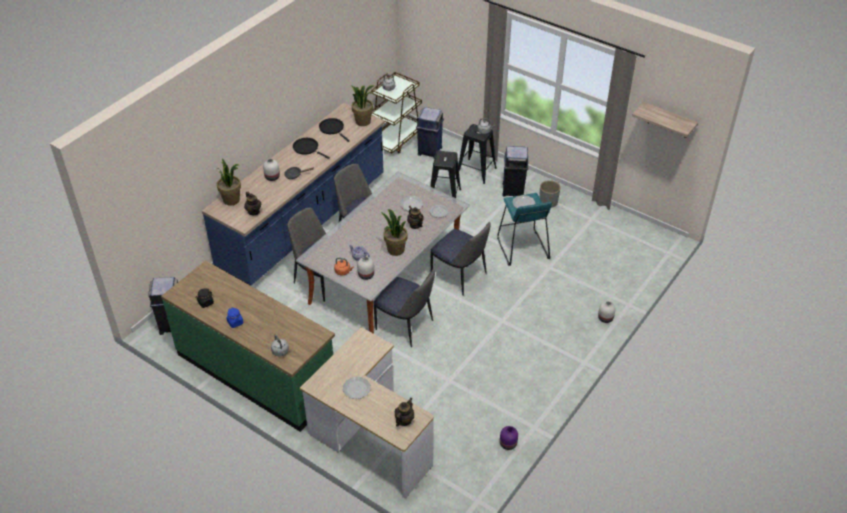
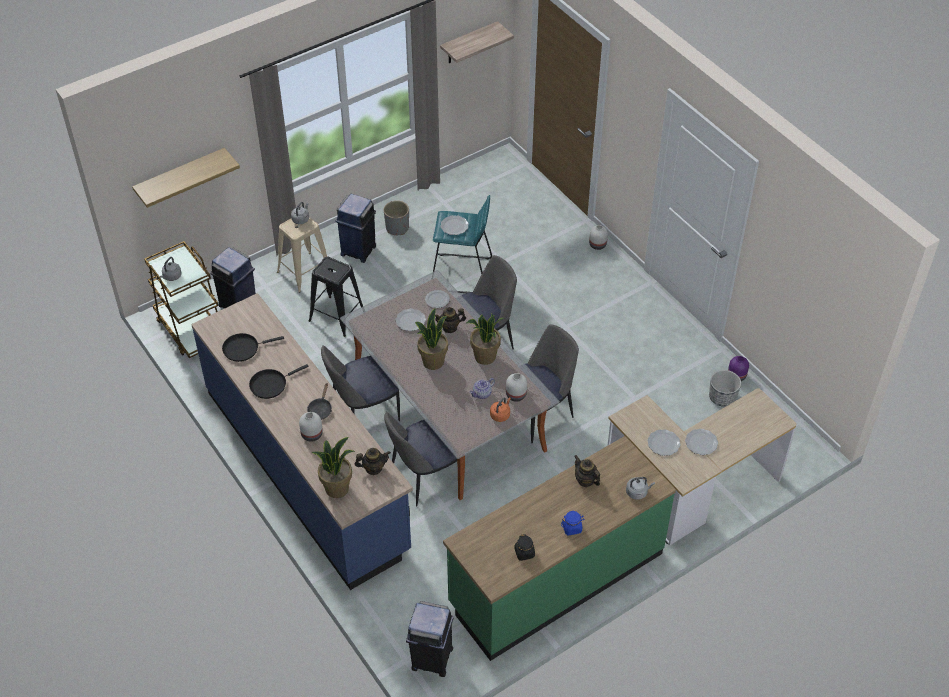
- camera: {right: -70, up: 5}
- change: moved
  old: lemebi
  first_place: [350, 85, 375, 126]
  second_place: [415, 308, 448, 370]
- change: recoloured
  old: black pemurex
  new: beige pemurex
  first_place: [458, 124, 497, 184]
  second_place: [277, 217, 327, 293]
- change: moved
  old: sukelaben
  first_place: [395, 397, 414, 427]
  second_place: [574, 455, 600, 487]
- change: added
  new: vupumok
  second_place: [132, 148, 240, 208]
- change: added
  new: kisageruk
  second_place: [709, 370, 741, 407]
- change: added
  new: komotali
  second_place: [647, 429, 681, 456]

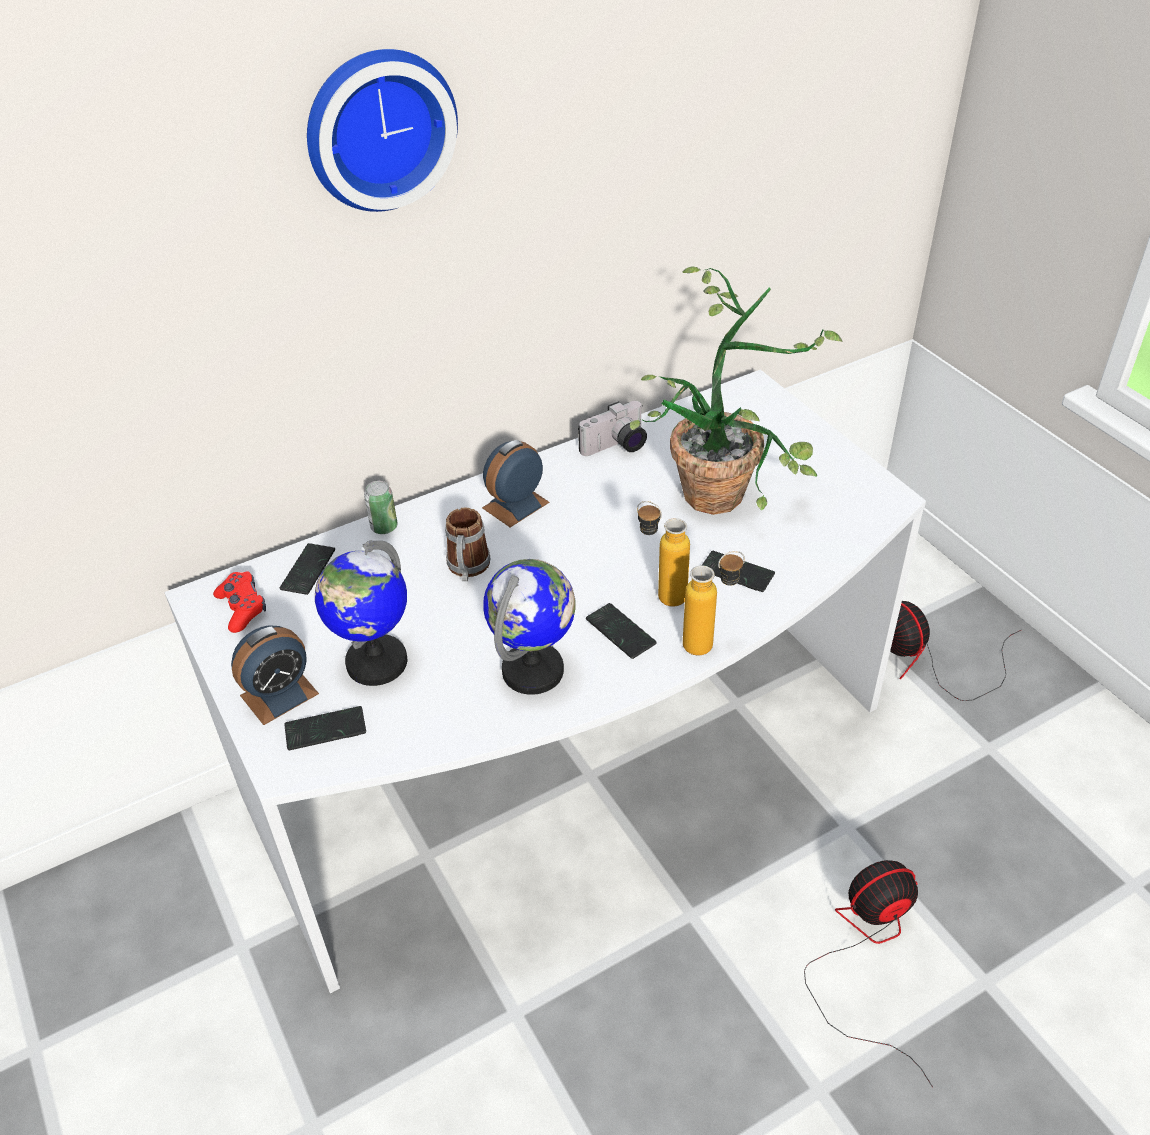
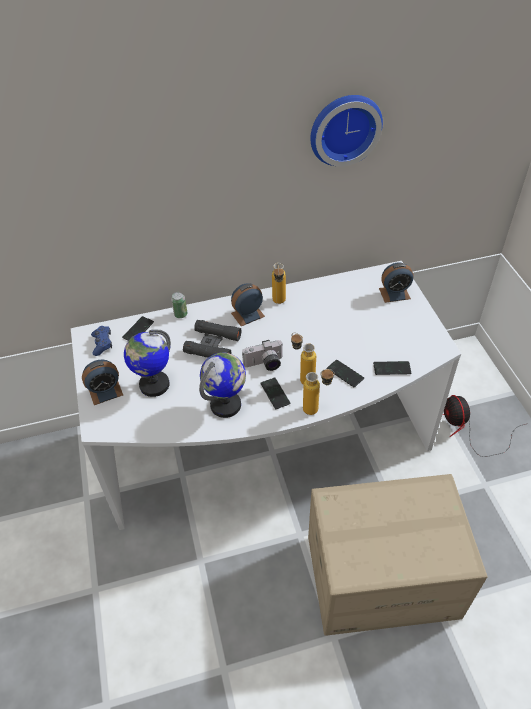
- camera: {right: 15, up: 5}
- change: moved
  old: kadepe
  first_place: [307, 49, 458, 212]
  second_place: [311, 95, 383, 167]
- change: removed
  old: lemebi
  first_place: [630, 266, 843, 515]
- change: moved
  old: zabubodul
  first_place: [578, 401, 647, 456]
  second_place: [242, 340, 284, 371]
- change: replaced
  old: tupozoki
  new: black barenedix
  first_place: [445, 508, 491, 581]
  second_place: [183, 320, 242, 358]
- change: recoloured
  old: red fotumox
  new: blue fotumox
  first_place: [213, 571, 266, 633]
  second_place: [91, 326, 112, 356]
- change: moved
  old: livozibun
  first_place: [284, 706, 366, 750]
  second_place: [373, 361, 411, 375]
- change: replaced
  old: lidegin
  new: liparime
  first_place: [804, 860, 933, 1087]
  second_place: [308, 474, 487, 636]
- change: added
  new: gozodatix
  second_place: [272, 263, 286, 304]
- change: added
  new: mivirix
  second_place: [379, 263, 414, 303]

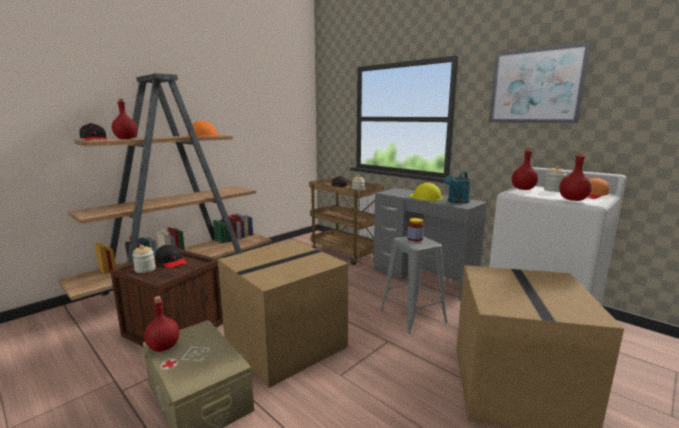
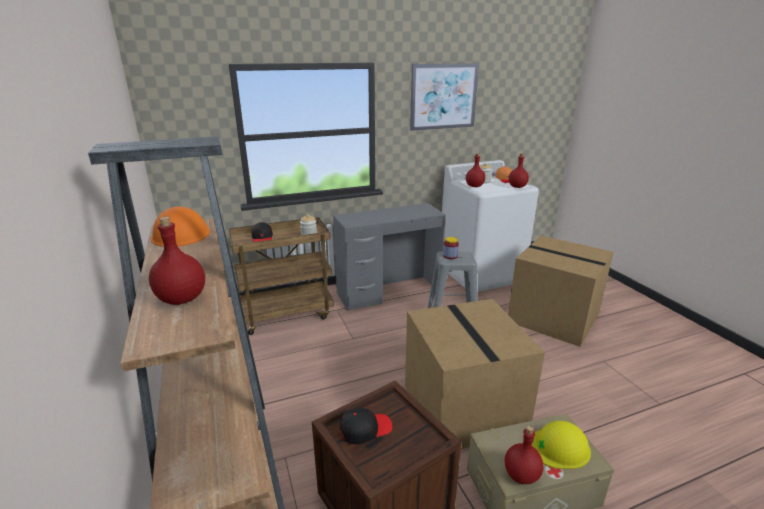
- camera: {right: -65, up: 10}
- change: removed
  old: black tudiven
  first_place: [79, 123, 107, 141]
- change: removed
  old: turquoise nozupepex
  first_place: [444, 172, 471, 204]
- change: moved
  old: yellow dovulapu
  first_place: [410, 183, 443, 201]
  second_place: [532, 421, 591, 469]
- change: removed
  old: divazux
  first_place: [132, 245, 156, 273]

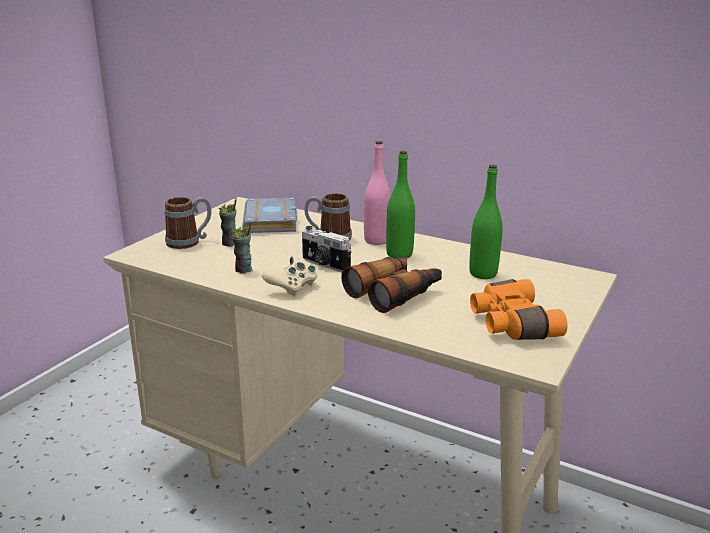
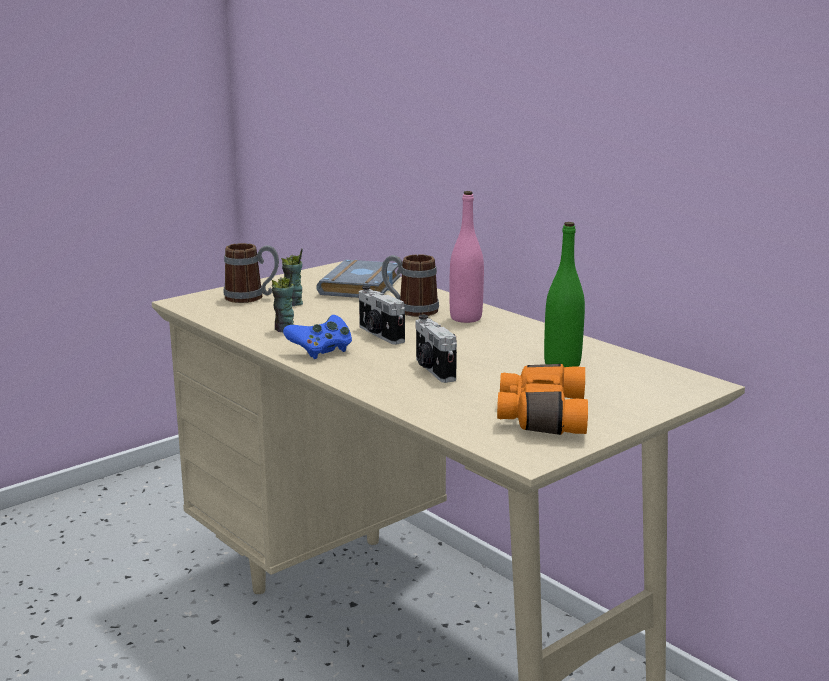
- camera: {right: 20, up: -5}
- change: removed
  old: green gozodatix
  first_place: [386, 151, 415, 259]
- change: recoloured
  old: beige fotumox
  new: blue fotumox
  first_place: [262, 255, 317, 297]
  second_place: [283, 315, 352, 359]
- change: replaced
  old: barenedix
  new: zabubodul
  first_place: [341, 255, 442, 313]
  second_place: [416, 315, 457, 383]

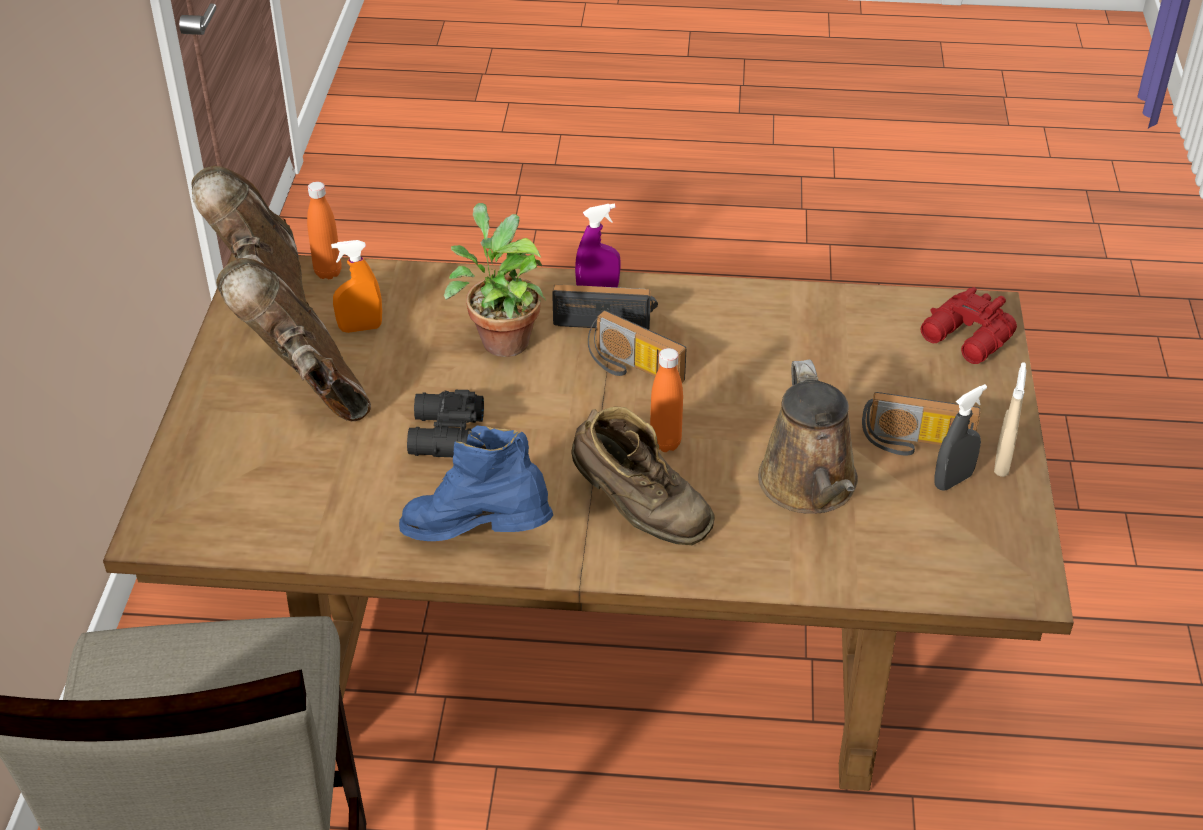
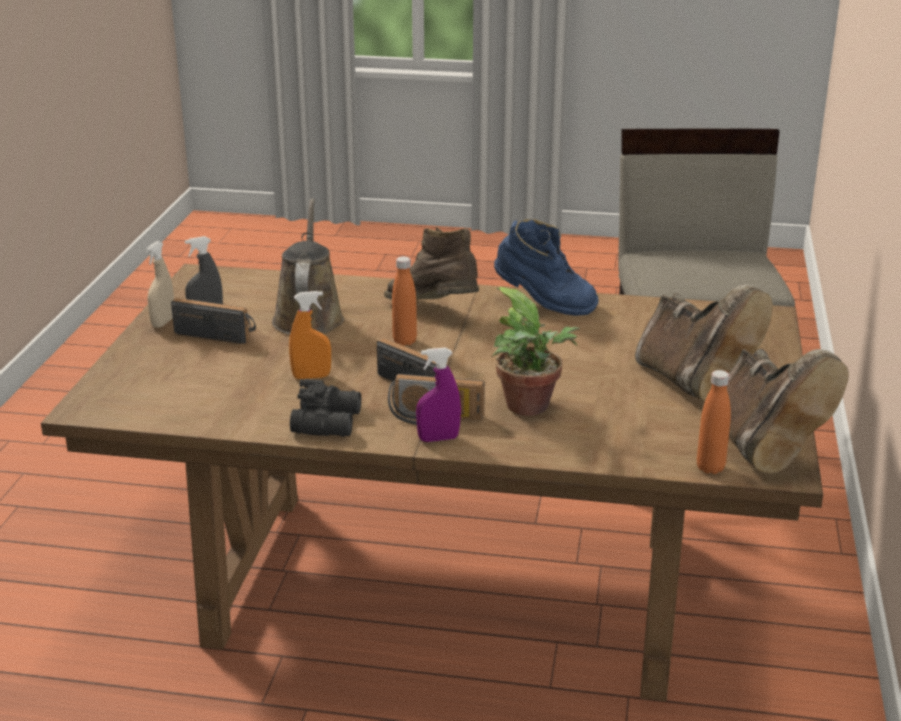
- camera: {right: -175, up: -15}
- change: moved
  old: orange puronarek
  first_place: [331, 240, 382, 333]
  second_place: [289, 291, 331, 379]
- change: removed
  old: red barenedix
  first_place: [921, 287, 1017, 364]
- change: moved
  old: black barenedix
  first_place: [407, 390, 484, 457]
  second_place: [290, 379, 361, 437]

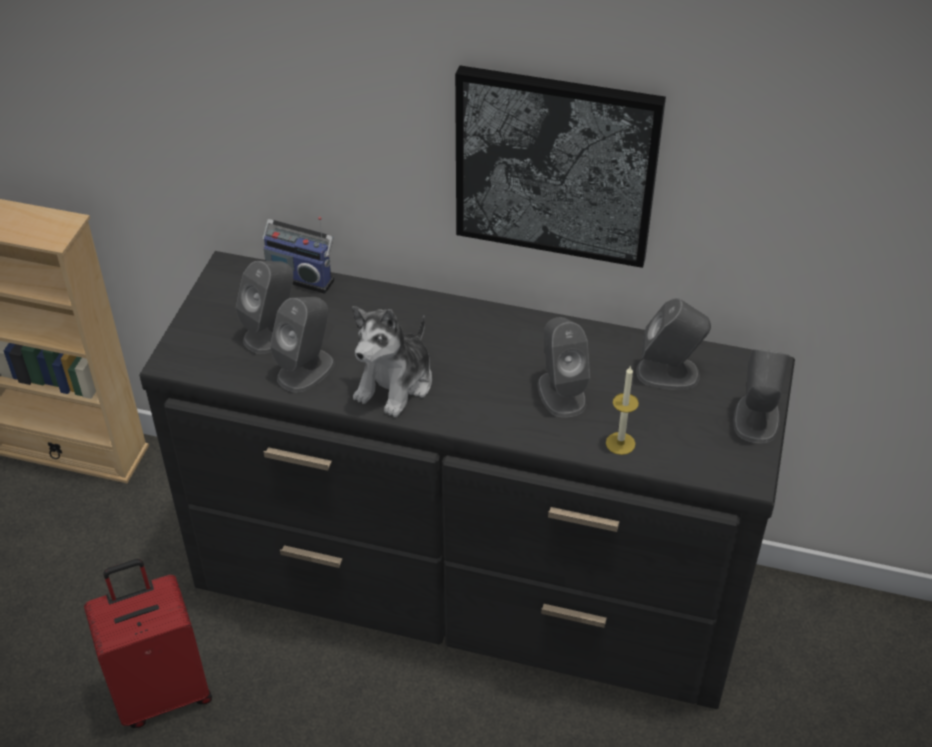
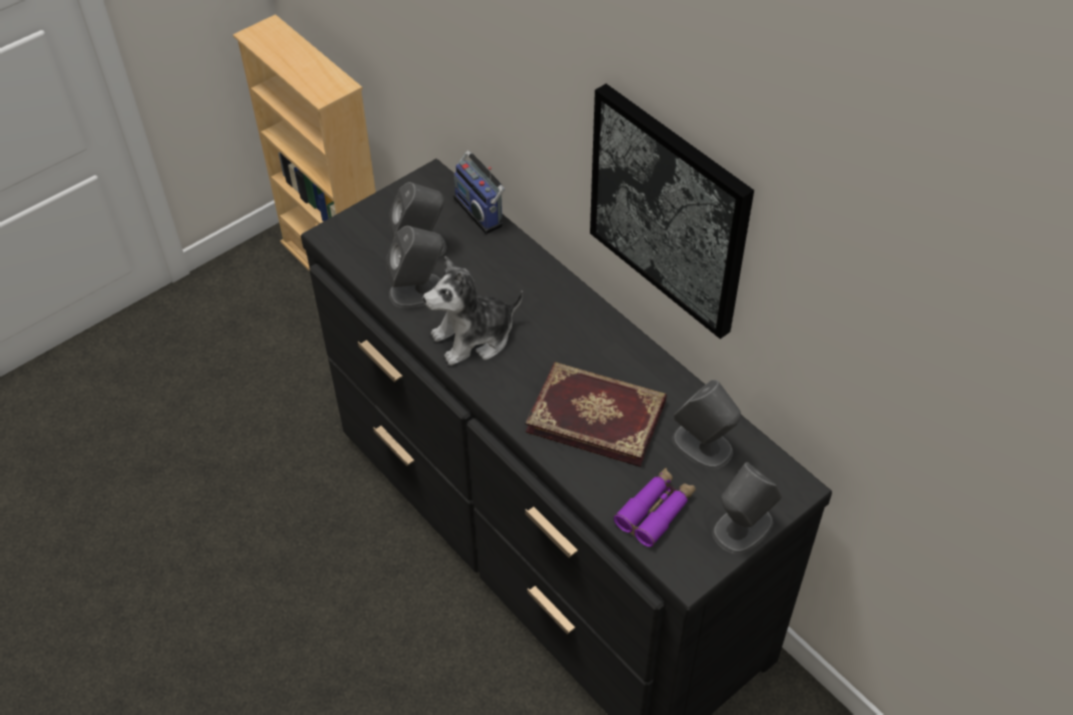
- camera: {right: 35, up: 5}
- change: replaced
  old: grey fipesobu
  new: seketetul
  first_place: [538, 317, 590, 418]
  second_place: [525, 362, 667, 467]
- change: removed
  old: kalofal
  first_place: [606, 367, 639, 455]
- change: removed
  old: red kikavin
  first_place: [84, 559, 212, 728]
- change: added
  new: purple barenedix
  second_place: [614, 468, 696, 547]

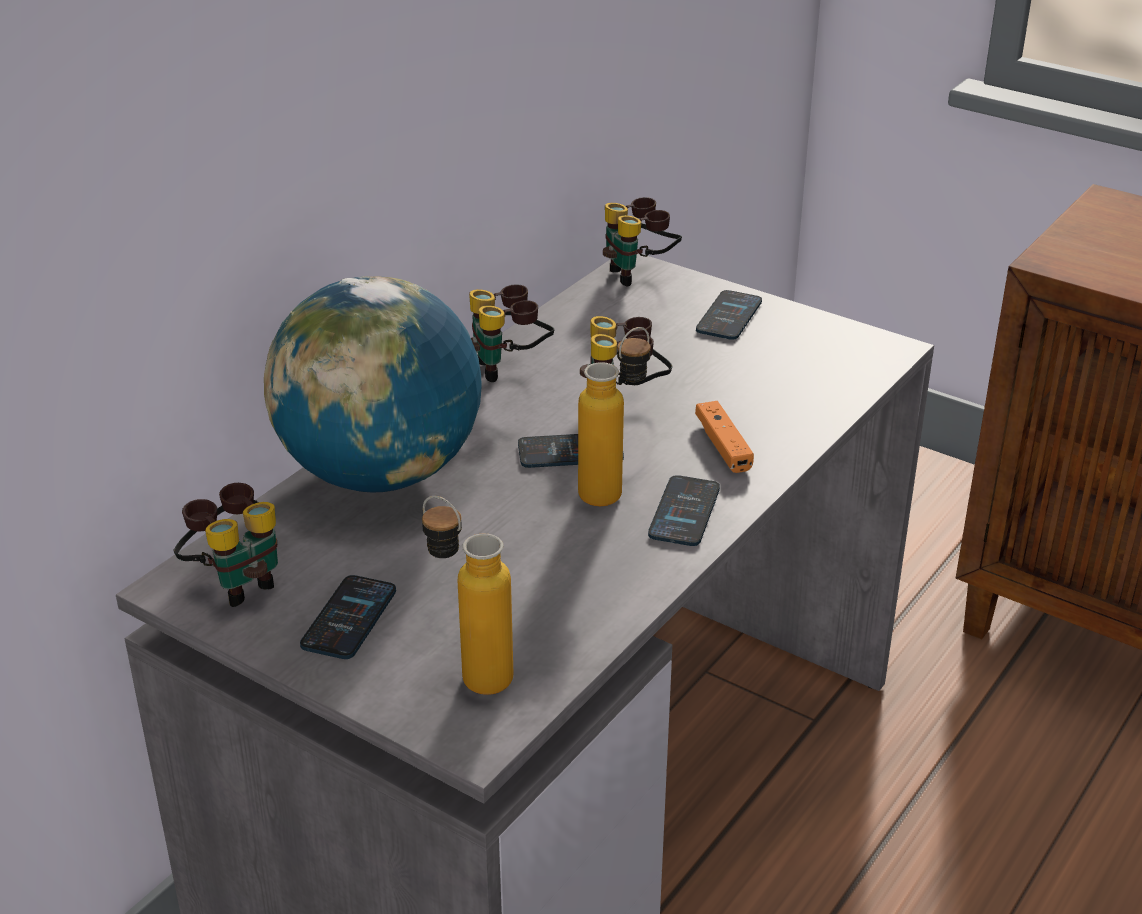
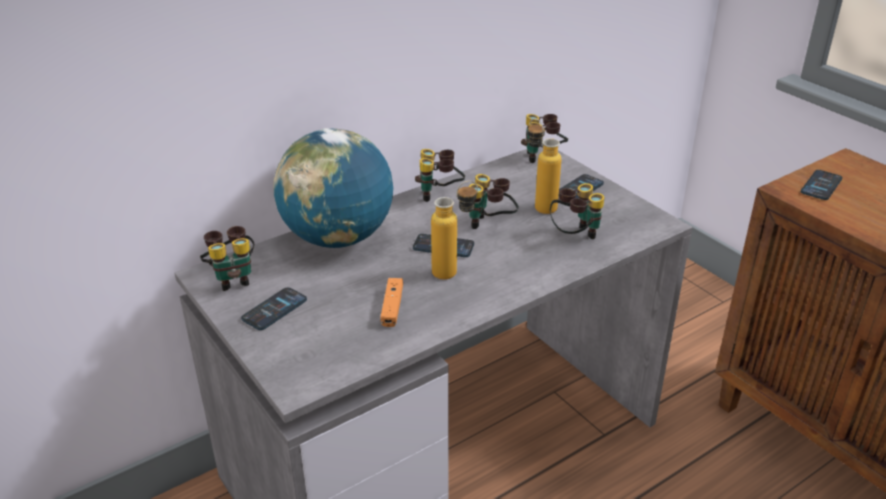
- camera: {right: 20, up: 0}
- change: moved
  old: orange fotumox
  first_place: [695, 401, 754, 473]
  second_place: [380, 278, 403, 327]
- change: moved
  old: livozibun
  first_place: [648, 475, 720, 546]
  second_place: [801, 170, 842, 200]
- change: moved
  old: gozodatix
  first_place: [422, 496, 513, 695]
  second_place: [528, 118, 562, 214]
- change: added
  new: barenedix
  second_place: [550, 183, 605, 239]

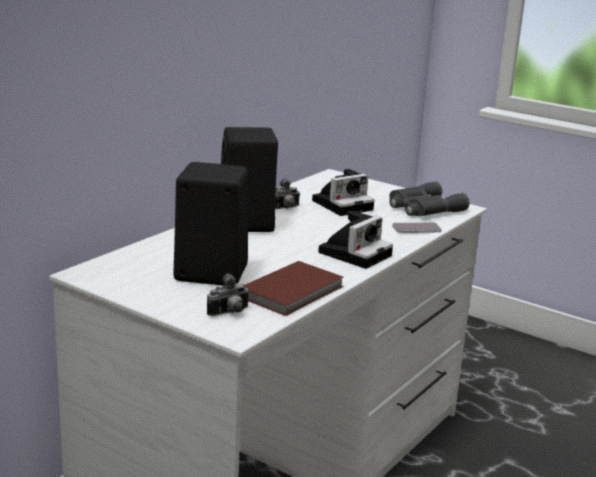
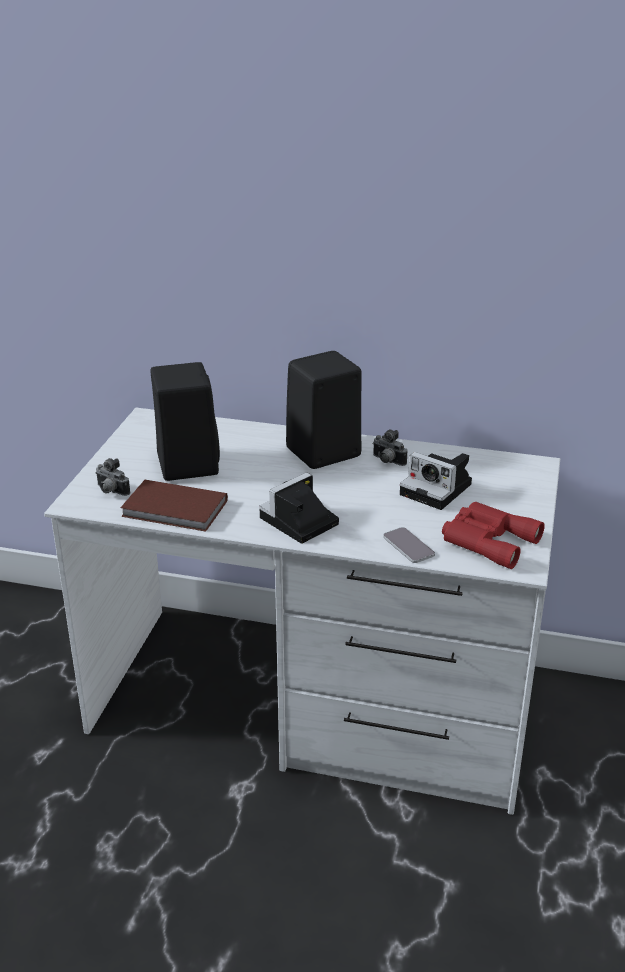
- camera: {right: 70, up: 10}
- change: recoloured
  old: grey barenedix
  new: red barenedix
  first_place: [389, 181, 470, 216]
  second_place: [442, 502, 545, 569]
- change: turned
  old: zabubodul
  first_place: [318, 211, 393, 269]
  second_place: [259, 473, 339, 544]
  degrees: 120

